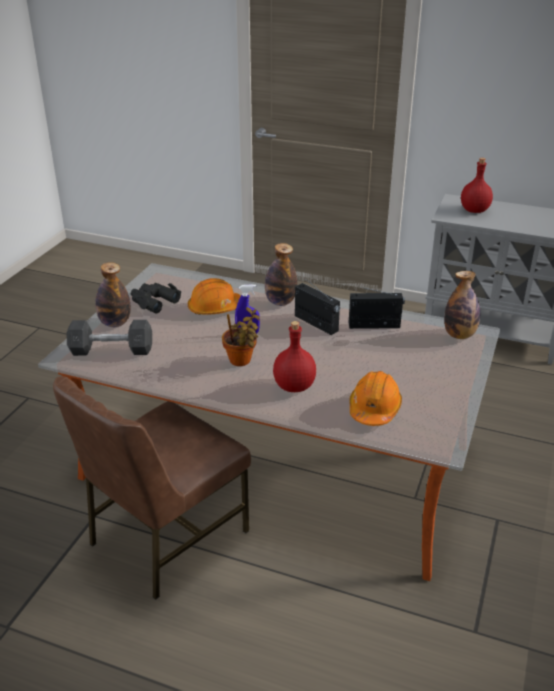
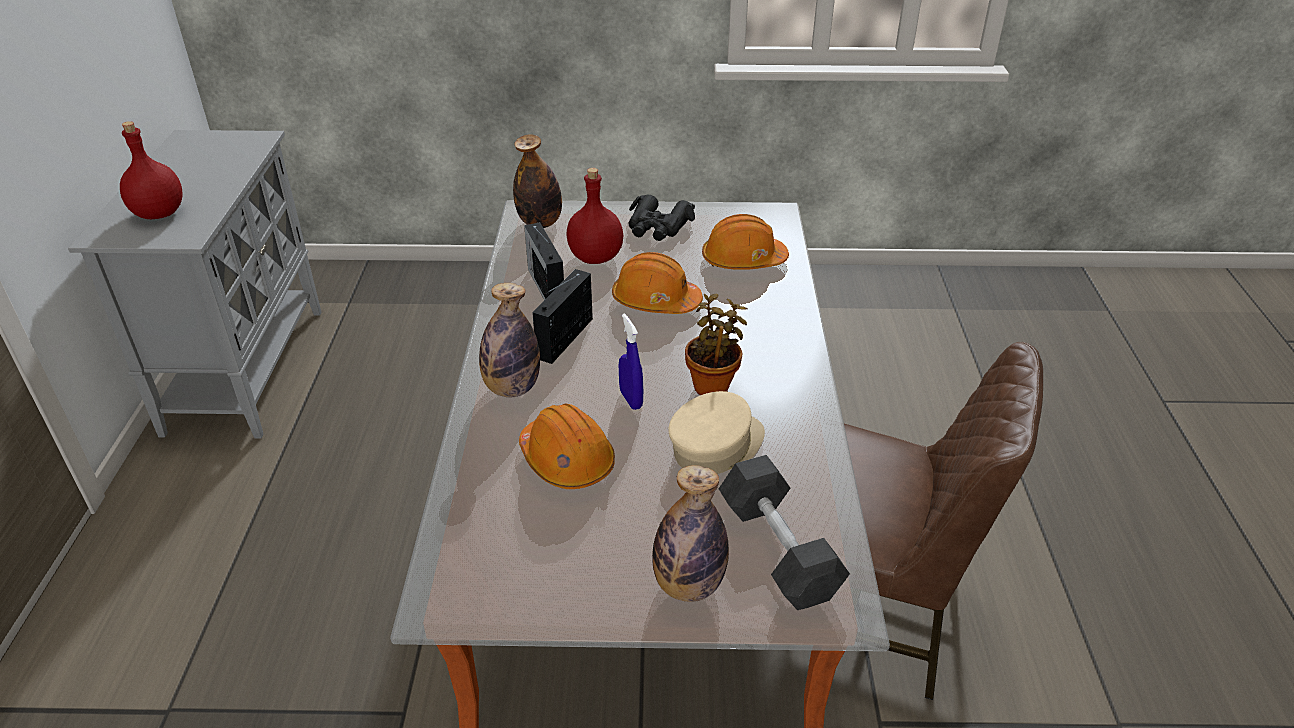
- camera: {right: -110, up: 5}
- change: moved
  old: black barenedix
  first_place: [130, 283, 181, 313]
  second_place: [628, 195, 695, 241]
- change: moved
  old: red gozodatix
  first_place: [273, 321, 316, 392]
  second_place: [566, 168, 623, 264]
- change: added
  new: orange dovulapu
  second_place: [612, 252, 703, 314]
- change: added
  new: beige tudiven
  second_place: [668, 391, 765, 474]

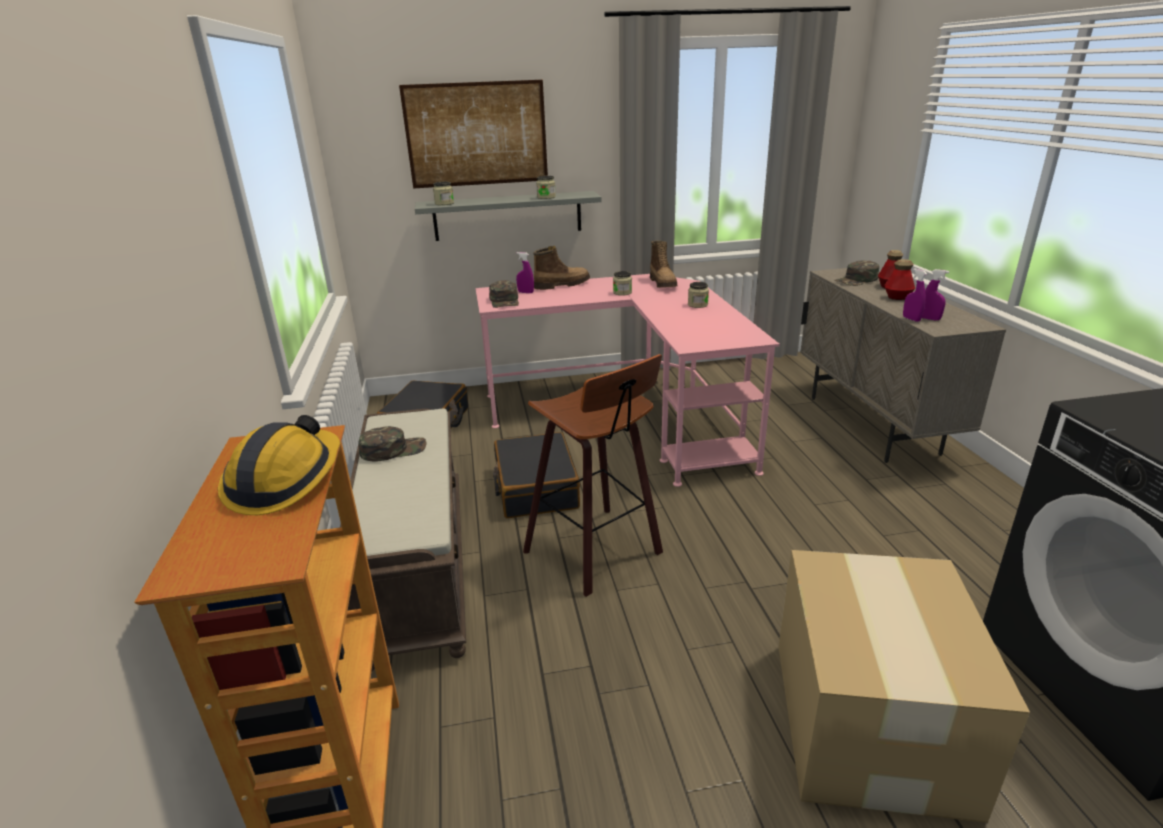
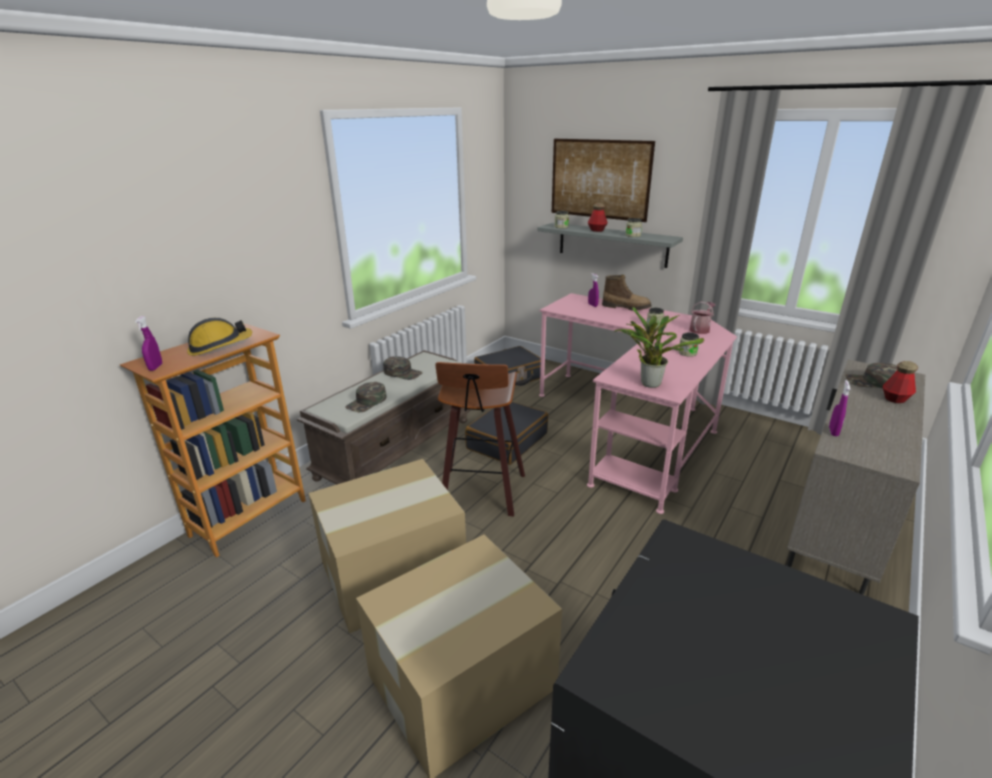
- camera: {right: 45, up: 0}
- change: replaced
  old: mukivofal
  new: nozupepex
  first_place: [650, 241, 677, 288]
  second_place: [689, 302, 715, 334]
- change: moved
  old: gozodatix
  first_place: [884, 259, 915, 300]
  second_place: [588, 203, 608, 232]
- change: moved
  old: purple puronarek
  first_place: [922, 269, 949, 320]
  second_place: [135, 316, 162, 371]
- change: moved
  old: green tudiven
  first_place: [489, 280, 519, 308]
  second_place: [345, 382, 386, 412]
- change: added
  new: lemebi
  second_place: [614, 307, 704, 388]
- change: added
  new: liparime
  second_place: [309, 459, 466, 633]

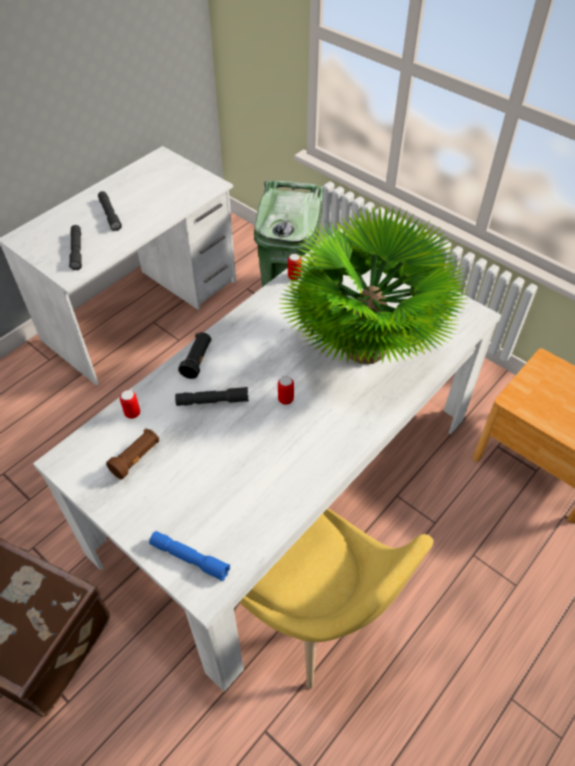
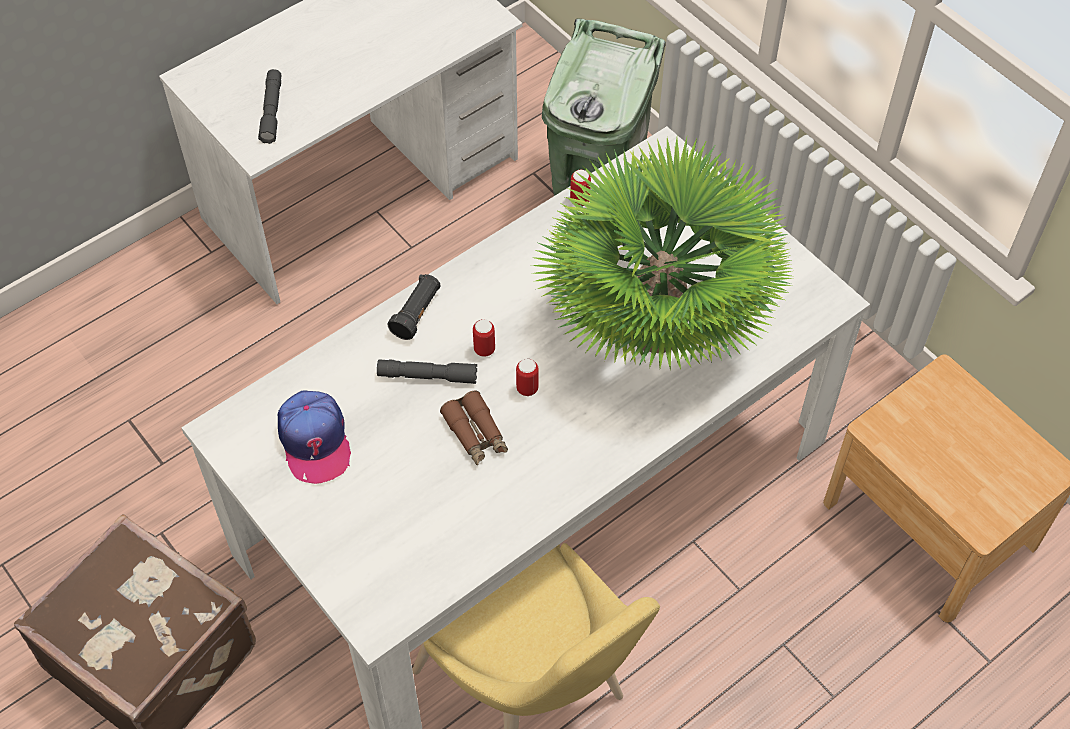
- camera: {right: 10, up: 5}
- change: removed
  old: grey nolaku
  first_place: [98, 191, 122, 231]
- change: moved
  old: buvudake
  first_place: [120, 390, 140, 419]
  second_place: [473, 319, 495, 357]
- change: replaced
  old: brown nolaku
  new: tudiven
  first_place: [106, 429, 159, 479]
  second_place: [278, 390, 351, 484]
- change: removed
  old: blue nolaku
  first_place: [149, 531, 230, 581]
- change: added
  new: brown barenedix
  second_place: [440, 391, 508, 465]

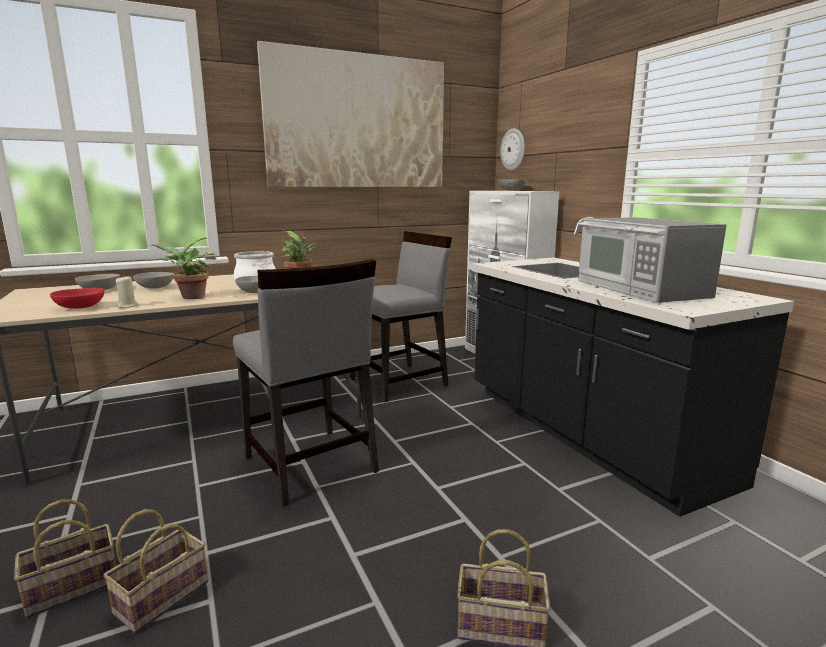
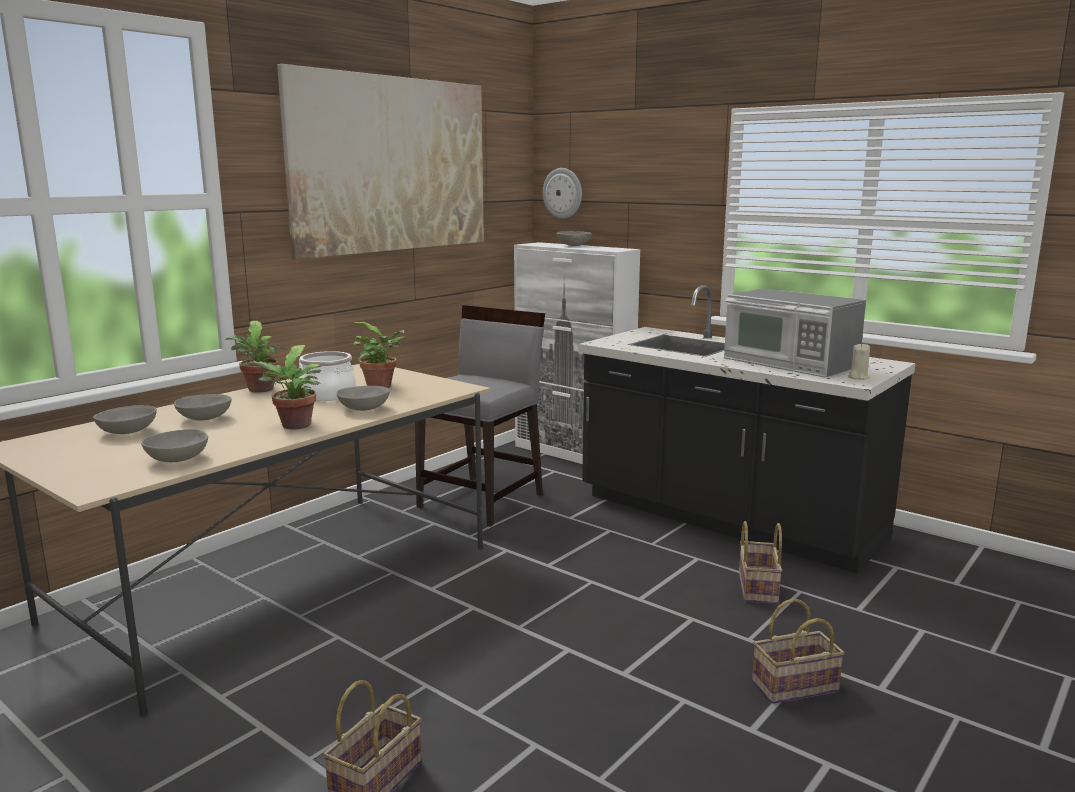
- camera: {right: -25, up: 0}
- change: removed
  old: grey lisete
  first_place: [233, 259, 379, 507]
- change: moved
  old: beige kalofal
  first_place: [116, 275, 139, 308]
  second_place: [848, 343, 870, 380]
- change: recoloured
  old: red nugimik
  new: grey nugimik
  first_place: [50, 288, 105, 309]
  second_place: [141, 429, 208, 462]
- change: moved
  old: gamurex
  first_place: [103, 509, 209, 633]
  second_place: [739, 521, 783, 604]
- change: added
  new: lemebi
  second_place: [225, 321, 289, 393]

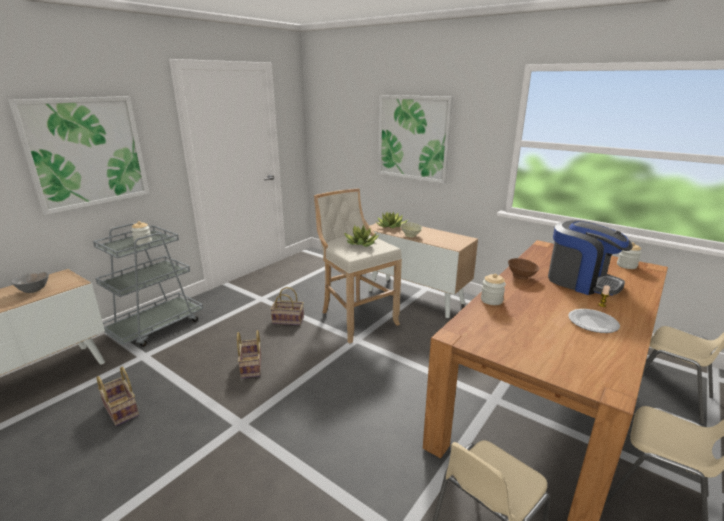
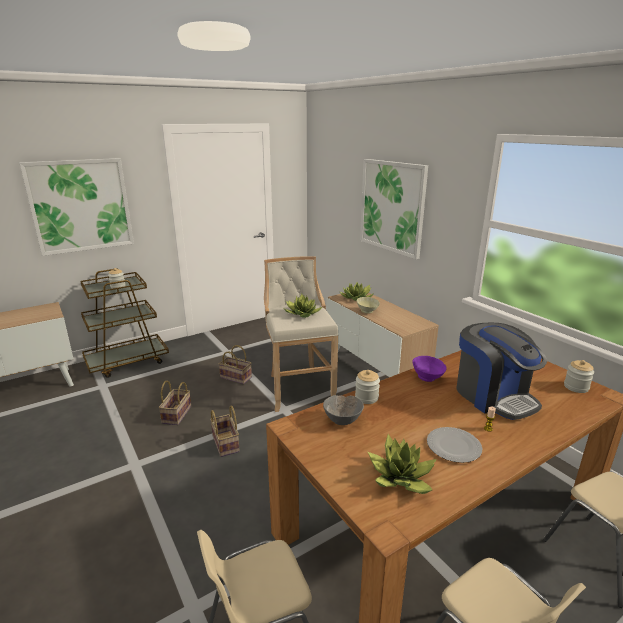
- camera: {right: 20, up: 0}
- change: recoloured
  old: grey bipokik
  new: brown bipokik
  first_place: [93, 223, 203, 347]
  second_place: [80, 269, 169, 378]
- change: recoloured
  old: brown nugimik
  new: purple nugimik
  first_place: [508, 258, 539, 280]
  second_place: [412, 356, 447, 382]
- change: moved
  old: grey nugimik
  first_place: [11, 272, 49, 293]
  second_place: [323, 395, 364, 425]
- change: moved
  old: gamurex
  first_place: [97, 366, 139, 426]
  second_place: [210, 405, 240, 457]
- change: added
  new: lemebi
  second_place: [368, 434, 437, 494]

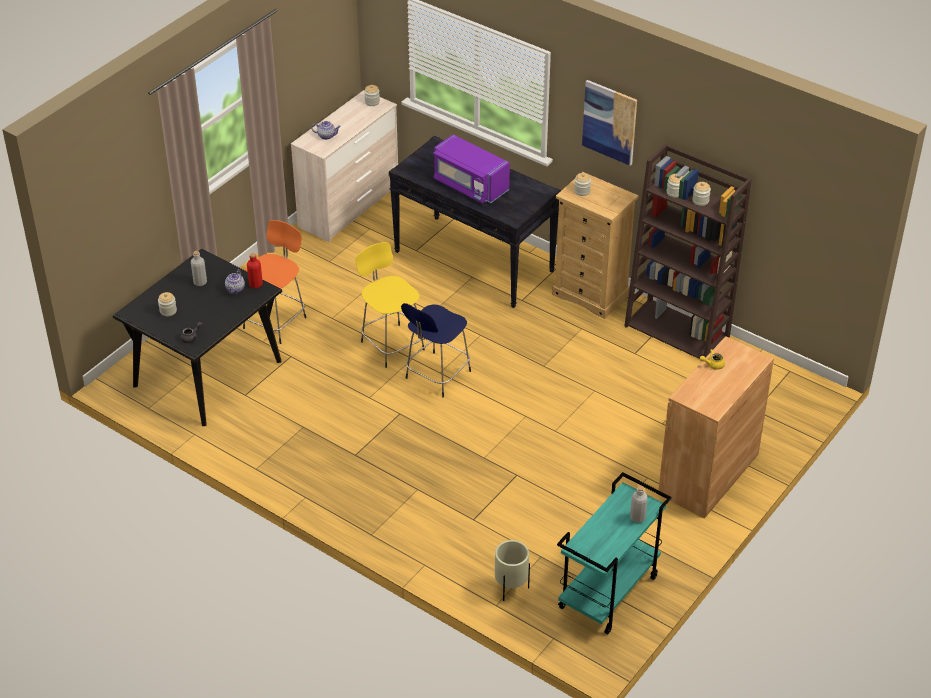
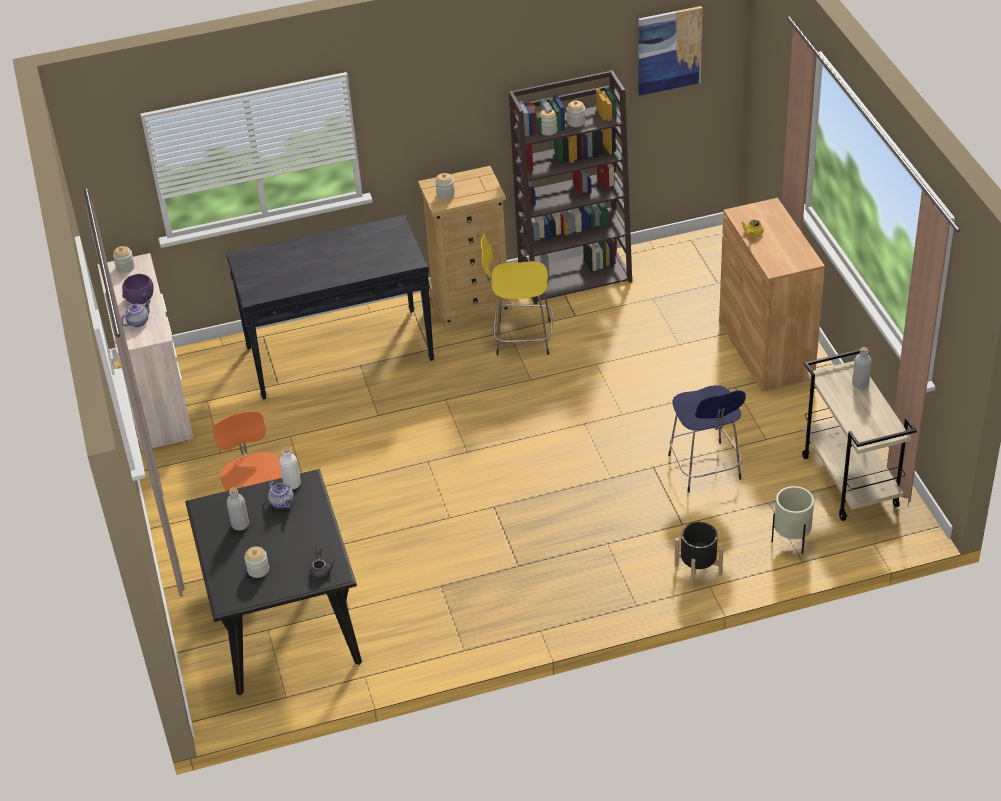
- camera: {right: -50, up: 0}
- change: moved
  old: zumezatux
  first_place: [582, 80, 637, 166]
  second_place: [639, 6, 702, 95]
- change: removed
  old: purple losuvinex
  first_place: [433, 134, 510, 203]
- change: moved
  old: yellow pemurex
  first_place: [356, 242, 425, 368]
  second_place: [481, 233, 553, 355]
- change: recoloured
  old: red gozodatix
  new: white gozodatix
  first_place: [247, 253, 263, 288]
  second_place: [279, 447, 301, 489]
- change: moved
  old: blue pemurex
  first_place: [401, 303, 471, 397]
  second_place: [668, 385, 746, 493]
- change: recoloured
  old: turquoise bipokik
  new: beige bipokik
  first_place: [557, 472, 672, 634]
  second_place: [802, 349, 917, 521]
- change: added
  new: purple nugimik
  second_place: [122, 274, 154, 304]
- change: added
  new: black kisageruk
  second_place: [675, 522, 723, 587]

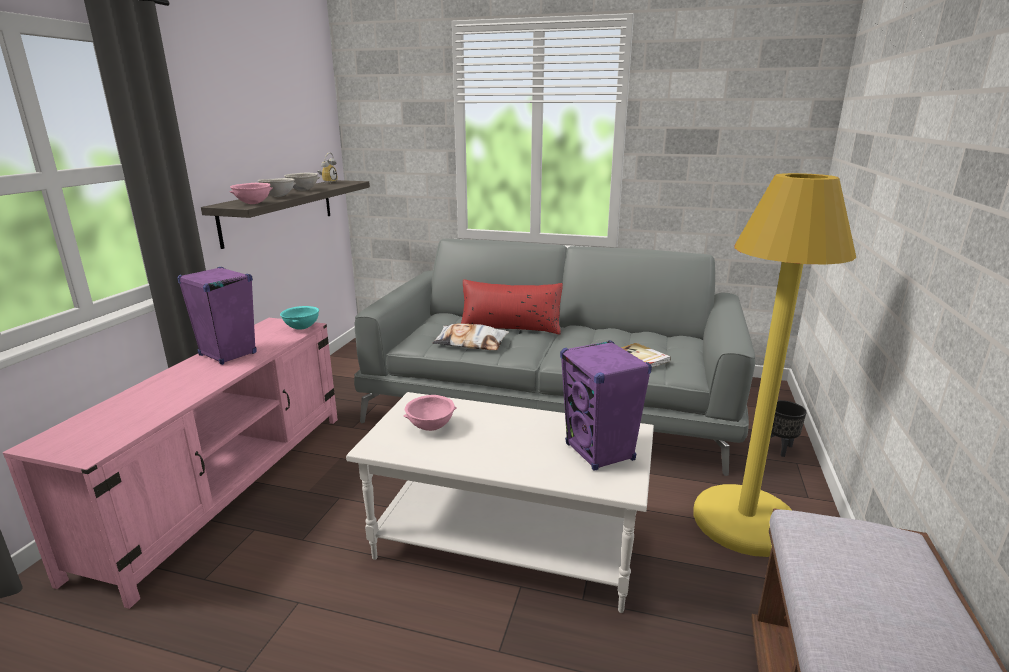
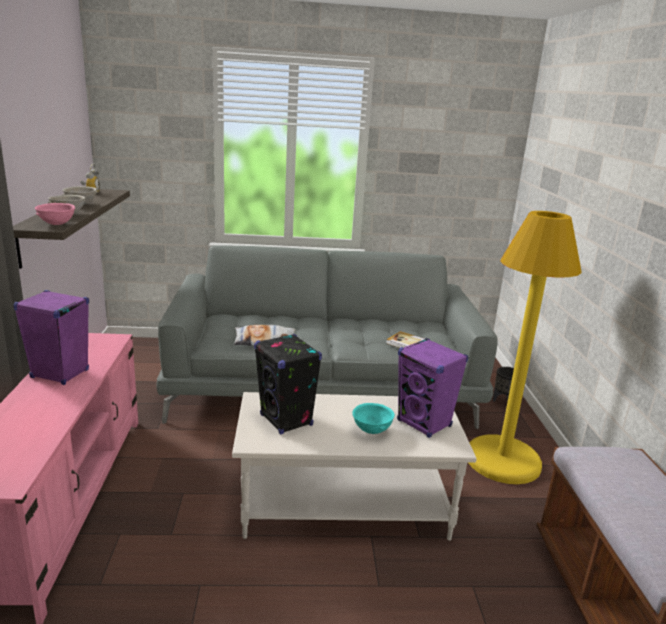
- camera: {right: -20, up: 0}
- change: removed
  old: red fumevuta
  first_place: [461, 279, 563, 335]
- change: moved
  old: turquoise nugimik
  first_place: [280, 306, 319, 330]
  second_place: [352, 403, 395, 434]
- change: replaced
  old: pink nugimik
  new: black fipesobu
  first_place: [404, 395, 457, 431]
  second_place: [254, 334, 322, 435]

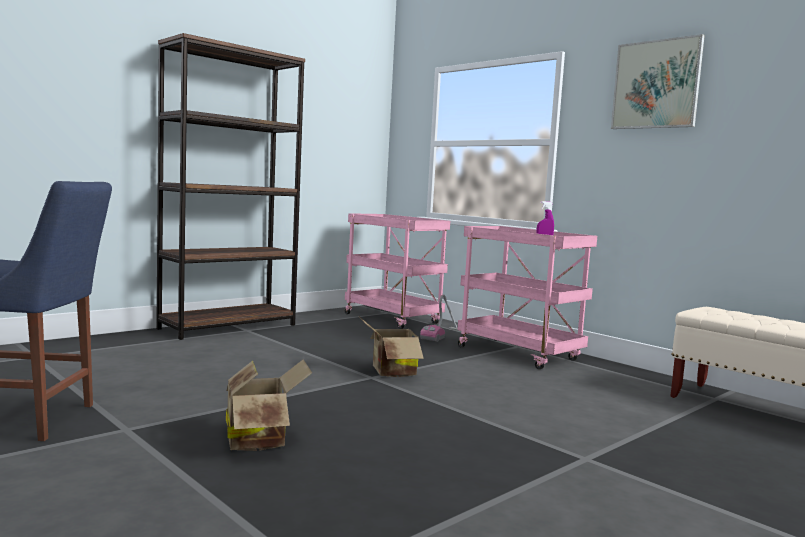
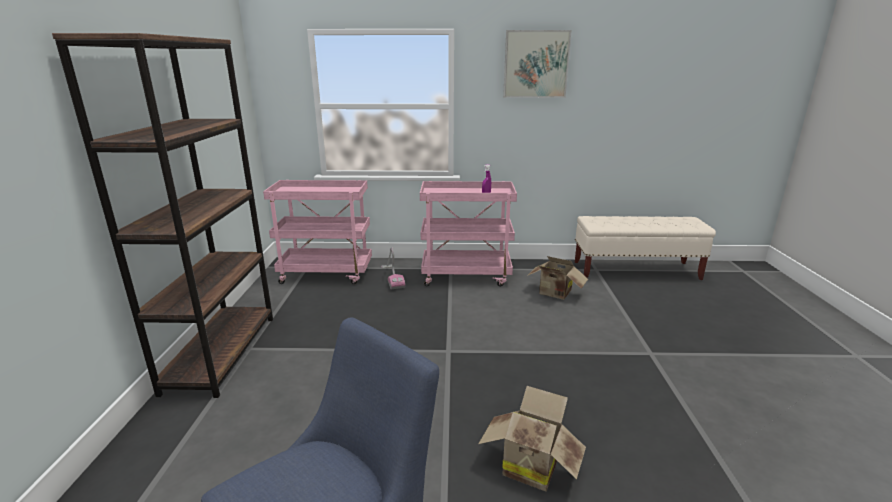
- camera: {right: -45, up: 15}
- change: moved
  old: liparime
  first_place: [361, 318, 424, 377]
  second_place: [527, 256, 588, 300]

